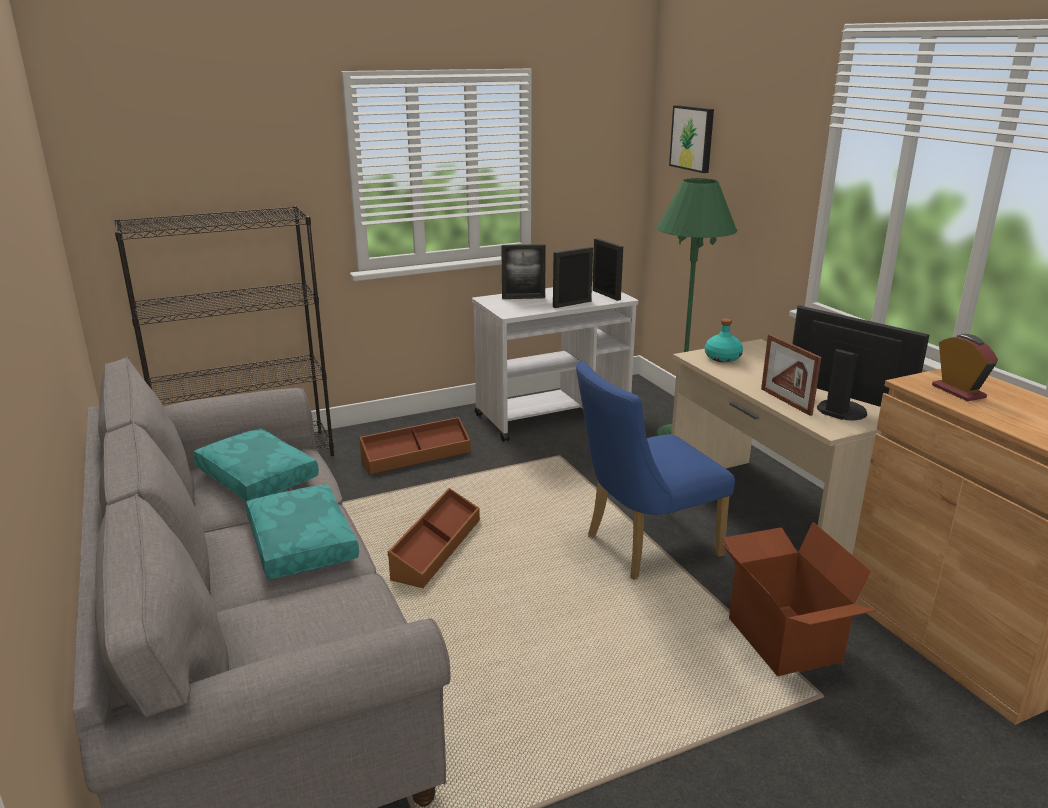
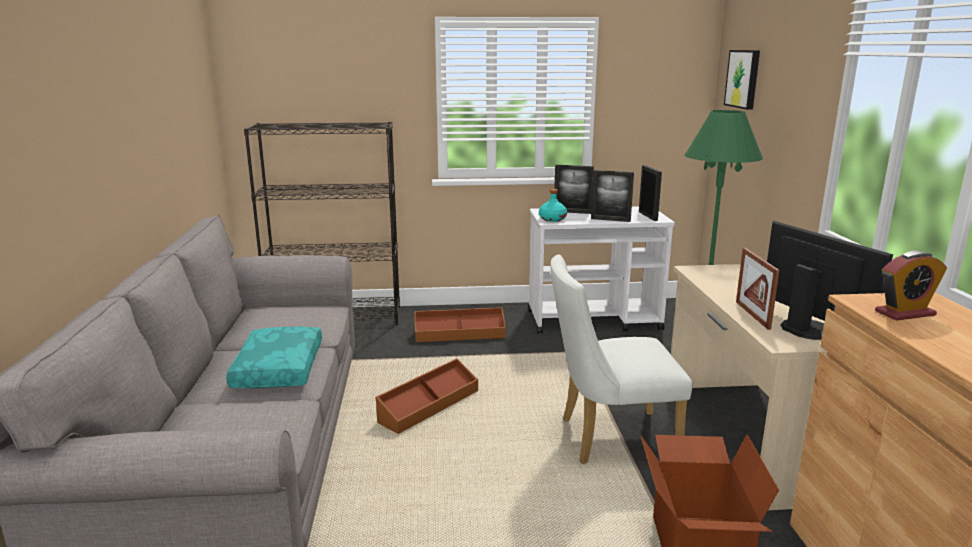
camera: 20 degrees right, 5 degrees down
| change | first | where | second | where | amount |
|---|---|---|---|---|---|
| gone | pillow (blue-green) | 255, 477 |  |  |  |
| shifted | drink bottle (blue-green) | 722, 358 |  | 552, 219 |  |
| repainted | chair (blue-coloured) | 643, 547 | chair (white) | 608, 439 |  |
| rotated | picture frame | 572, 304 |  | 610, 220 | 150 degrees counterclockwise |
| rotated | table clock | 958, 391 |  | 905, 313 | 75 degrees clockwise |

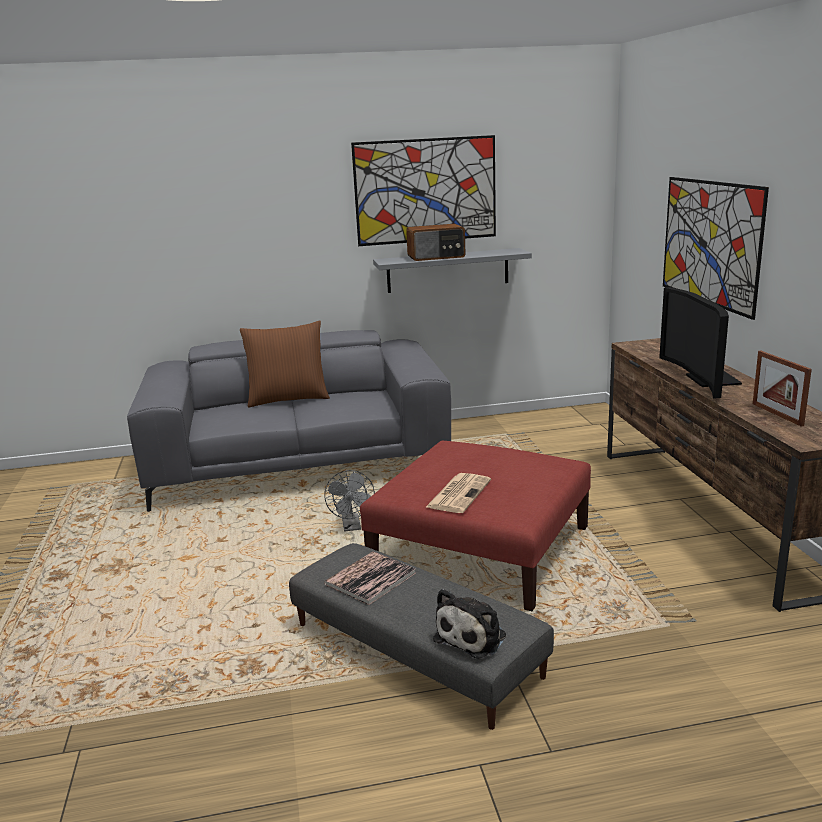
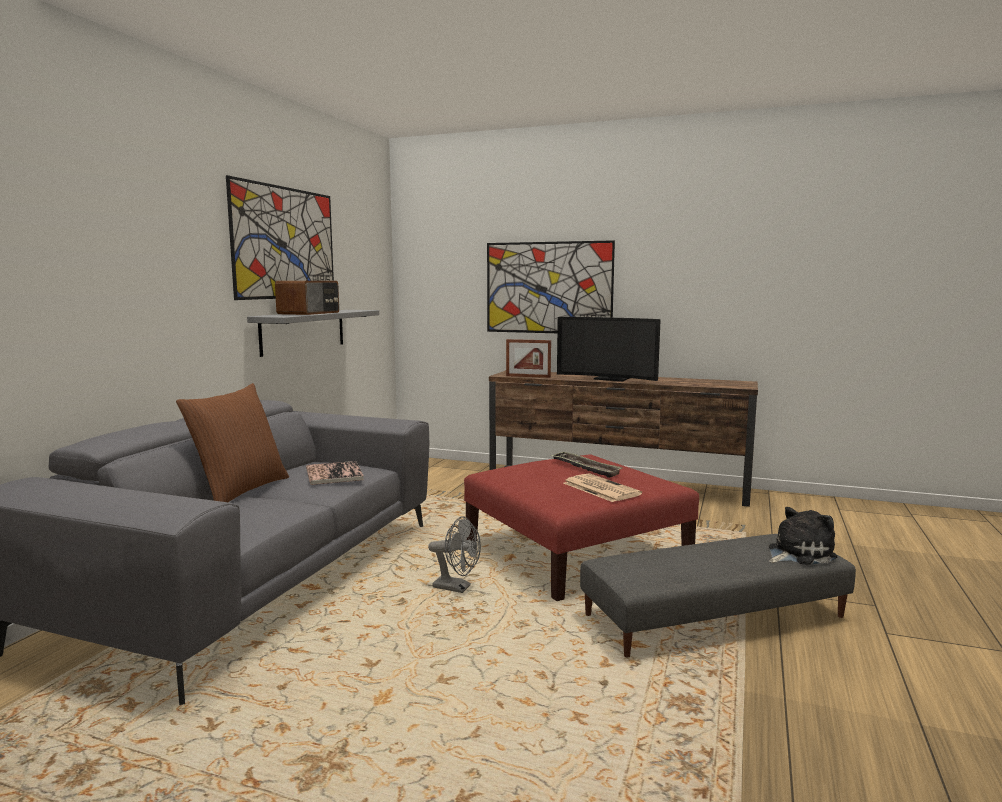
camera: 60 degrees left, 10 degrees down
| change | first | where | second | where | amount |
|---|---|---|---|---|---|
| new |  |  | tray | 585, 468 |  |
| shifted | book | 370, 578 |  | 334, 474 |  |
| shifted | picture frame | 777, 414 |  | 528, 376 |  |
| rotated | plush toy | 473, 636 |  | 798, 553 | 90 degrees counterclockwise |

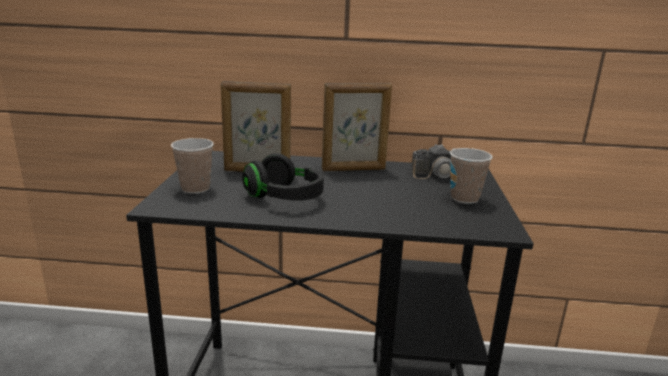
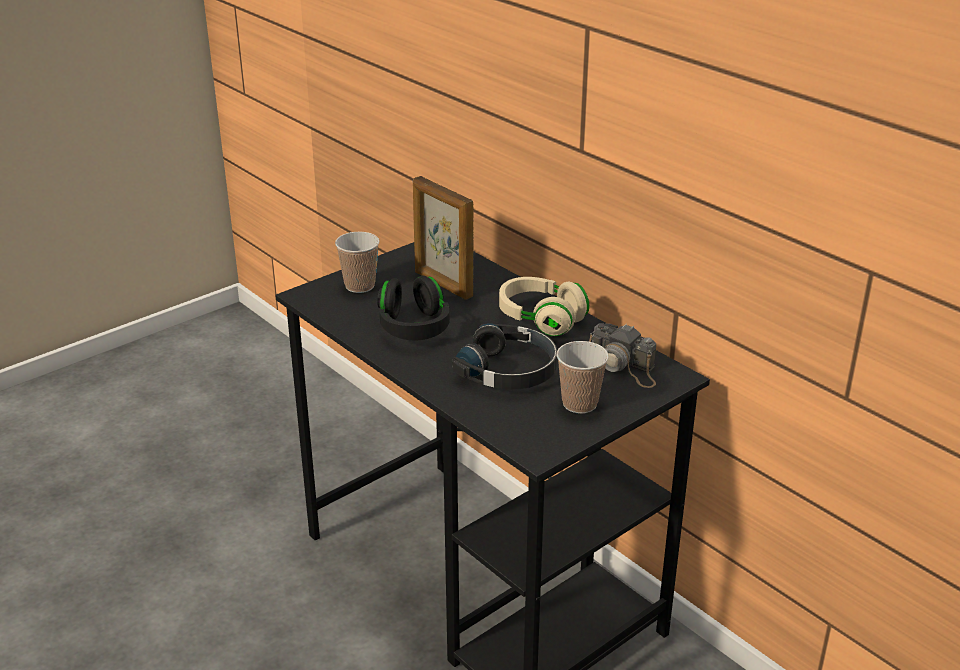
camera: 45 degrees right, 10 degrees up
| change | first | where | second | where | amount |
|---|---|---|---|---|---|
| new |  |  | headphones (black-coloured) | 509, 370 |  |
| swapped | picture frame | 354, 169 | headphones (beige) | 541, 319 |  |

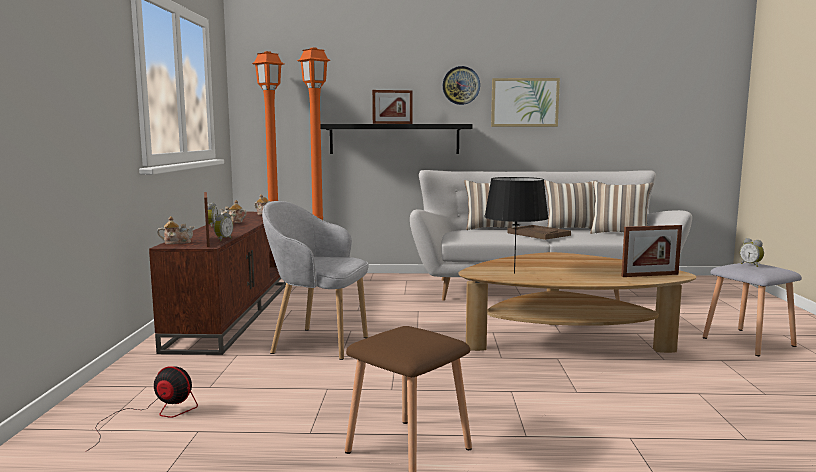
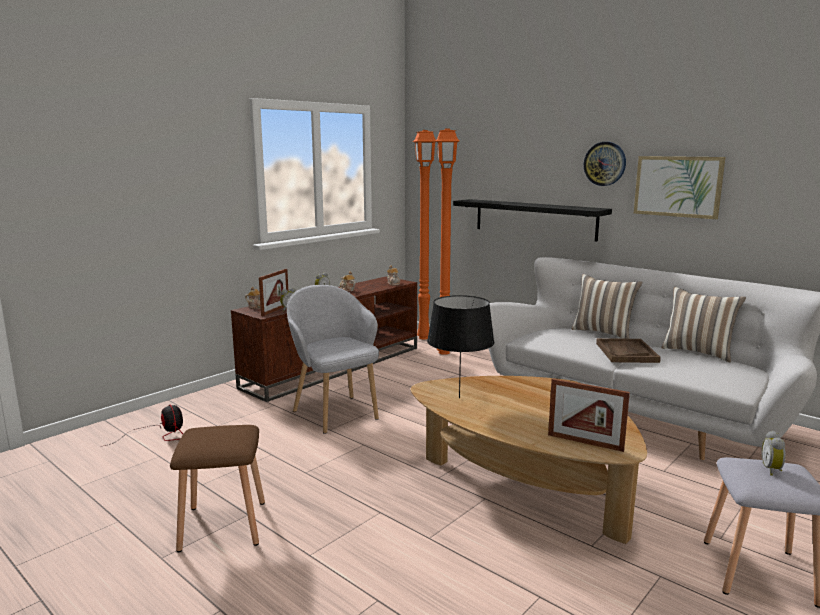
camera: 40 degrees right, 5 degrees up
| change | first | where | second | where | amount |
|---|---|---|---|---|---|
| gone | picture frame | 392, 123 |  |  |  |
| gone | pillow | 619, 233 |  |  |  |

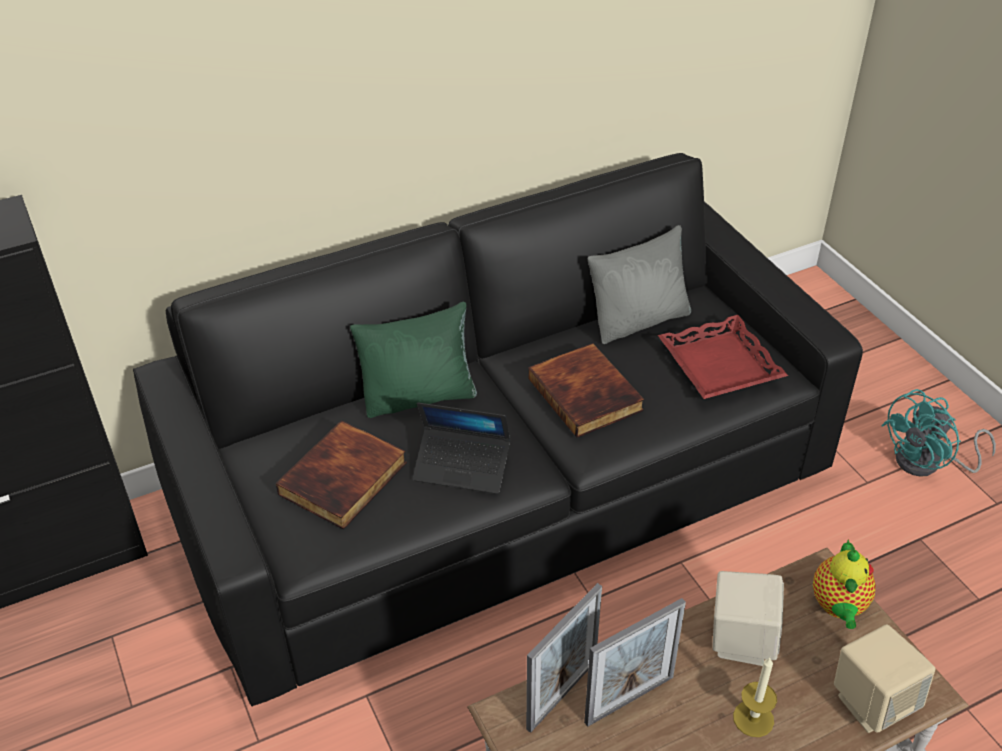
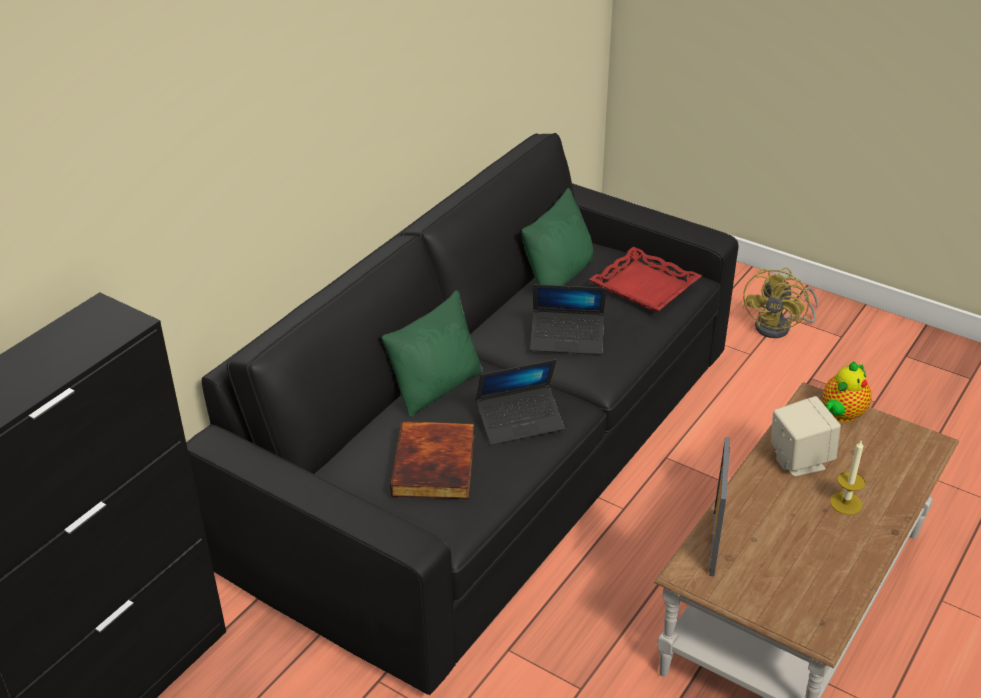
camera: 30 degrees left, 5 degrees down
| change | first | where | second | where | amount |
|---|---|---|---|---|---|
| gone | picture frame | 629, 699 |  |  |  |
| gone | speaker (beige) | 872, 702 |  |  |  |
| swapped | book | 587, 394 | notebook computer | 567, 339 |  |
| repainted | pillow (grey) | 639, 320 | pillow (green-coloured) | 558, 276 |  |
| repainted | cooling fan (blue-green) | 927, 463 | cooling fan (yellow) | 779, 327 |  |
| rotated | pot for tea | 838, 607 |  | 841, 415 | 60 degrees clockwise |

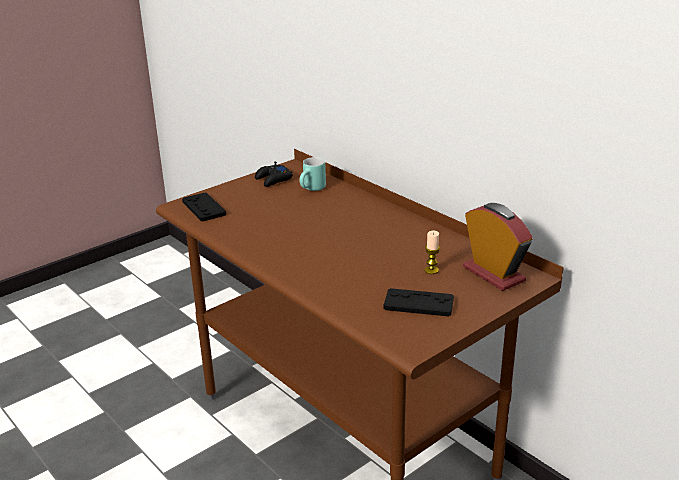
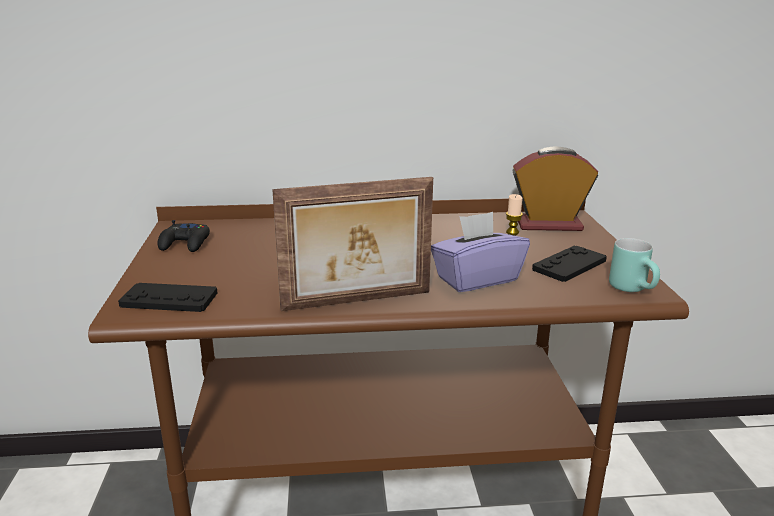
camera: 55 degrees left, 5 degrees down
| change | first | where | second | where | amount |
|---|---|---|---|---|---|
| new |  |  | picture frame | 357, 302 |  |
| new |  |  | tissue box (purplish) | 476, 279 |  |
| shifted | coffee mug (blue-green) | 313, 189 |  | 634, 289 |  |

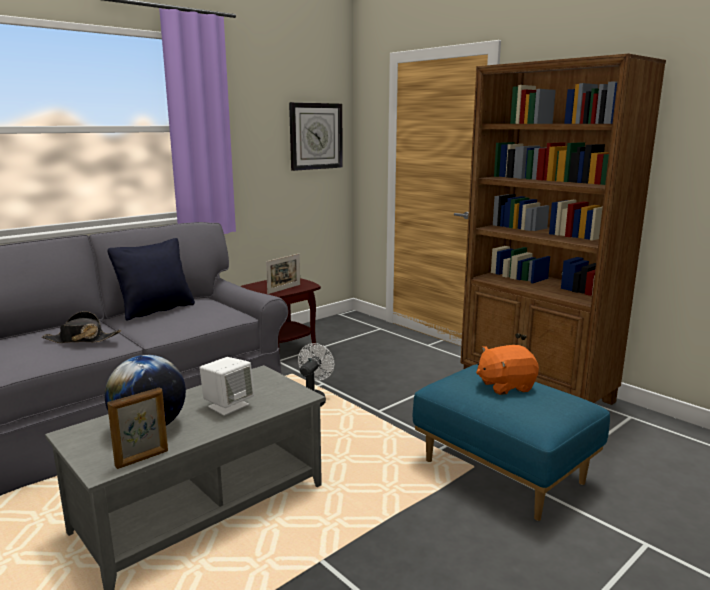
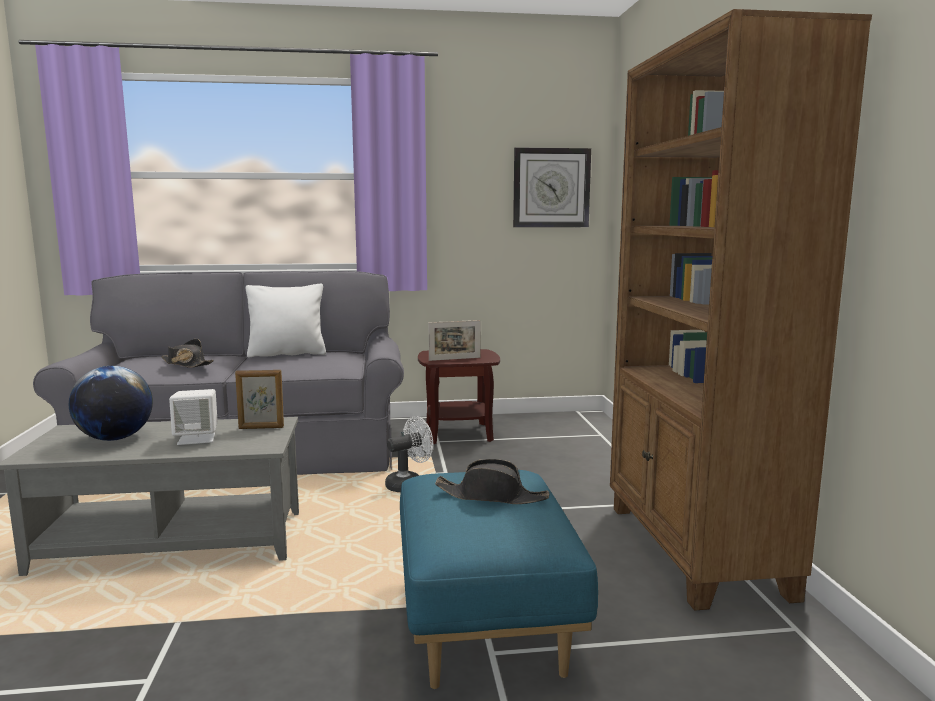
camera: 35 degrees right, 5 degrees down
| change | first | where | second | where | amount |
|---|---|---|---|---|---|
| shifted | picture frame | 142, 459 |  | 261, 428 |  |
| swapped | plush toy (orangey) | 505, 386 | hat (black-coloured) | 492, 496 |  |
| repainted | pillow (black-coloured) | 156, 310 | pillow (white) | 287, 354 |  |

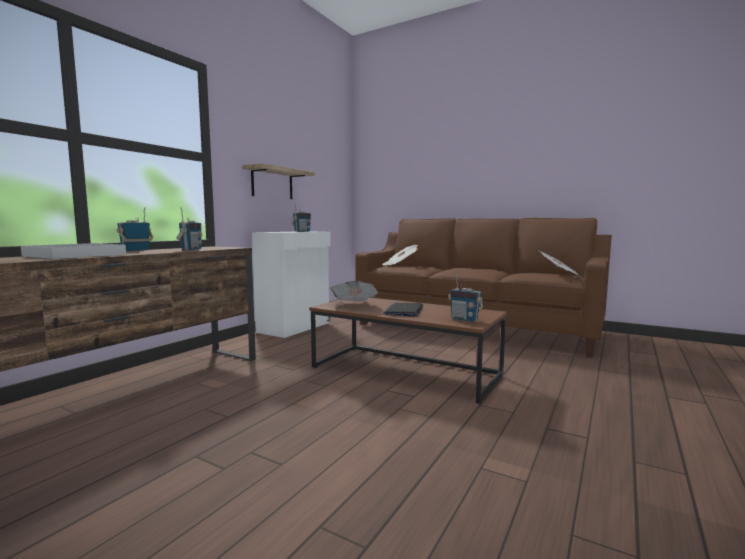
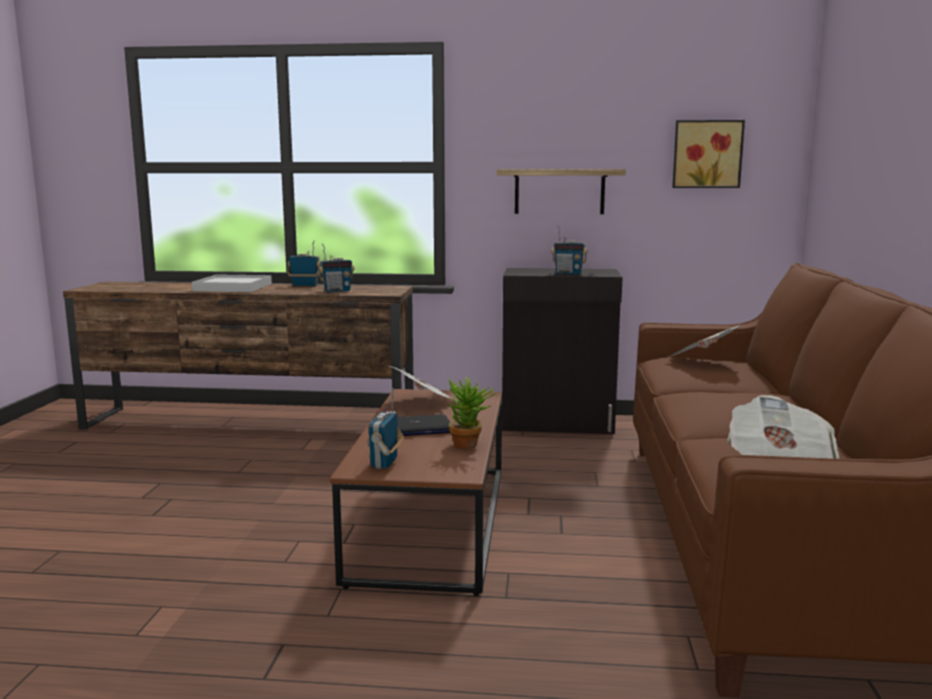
camera: 65 degrees right, 5 degrees up
| change | first | where | second | where | amount |
|---|---|---|---|---|---|
| new |  |  | houseplant | 470, 445 |  |
| new |  |  | wall art | 707, 154 |  |
| repainted | cupboard (white) | 295, 327 | cupboard (black-coloured) | 558, 423 |  |

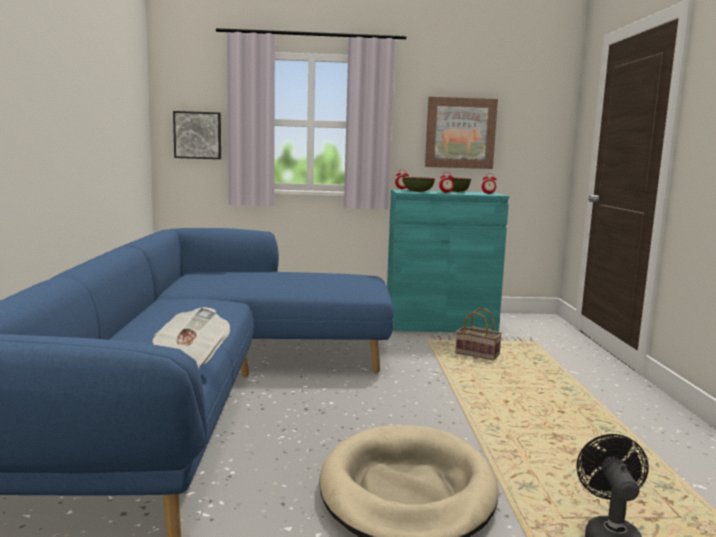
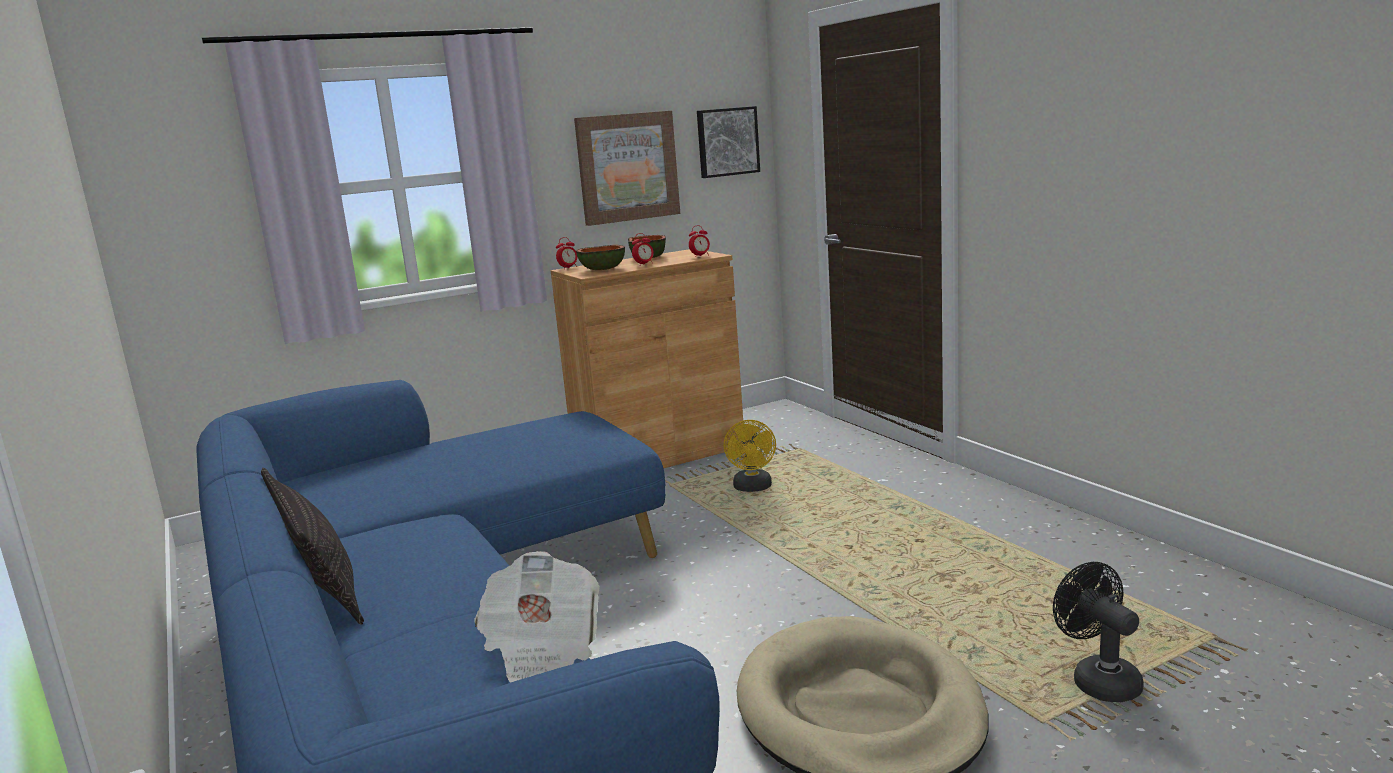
camera: 25 degrees left, 5 degrees up
| change | first | where | second | where | amount |
|---|---|---|---|---|---|
| new |  |  | pillow | 320, 585 |  |
| shifted | wall art | 198, 135 |  | 727, 142 |  |
| swapped | household basket | 478, 354 | cooling fan (yellow) | 753, 488 |  |
| repainted | cupboard (blue-green) | 440, 324 | cupboard (brownish) | 659, 454 |  |

